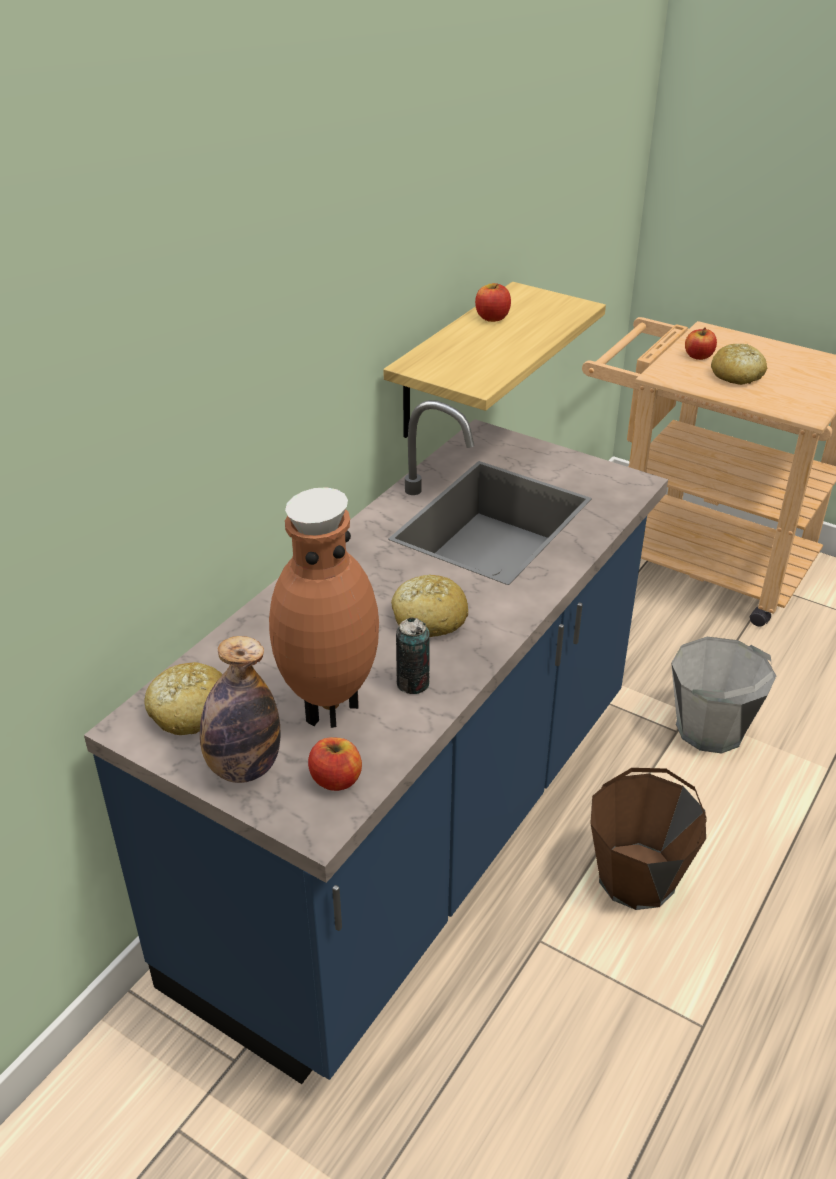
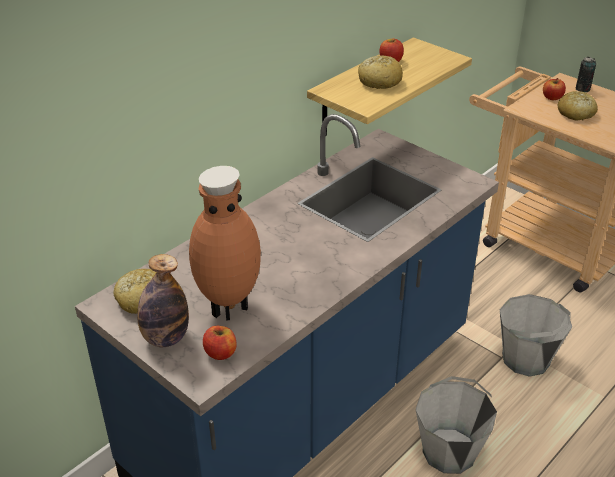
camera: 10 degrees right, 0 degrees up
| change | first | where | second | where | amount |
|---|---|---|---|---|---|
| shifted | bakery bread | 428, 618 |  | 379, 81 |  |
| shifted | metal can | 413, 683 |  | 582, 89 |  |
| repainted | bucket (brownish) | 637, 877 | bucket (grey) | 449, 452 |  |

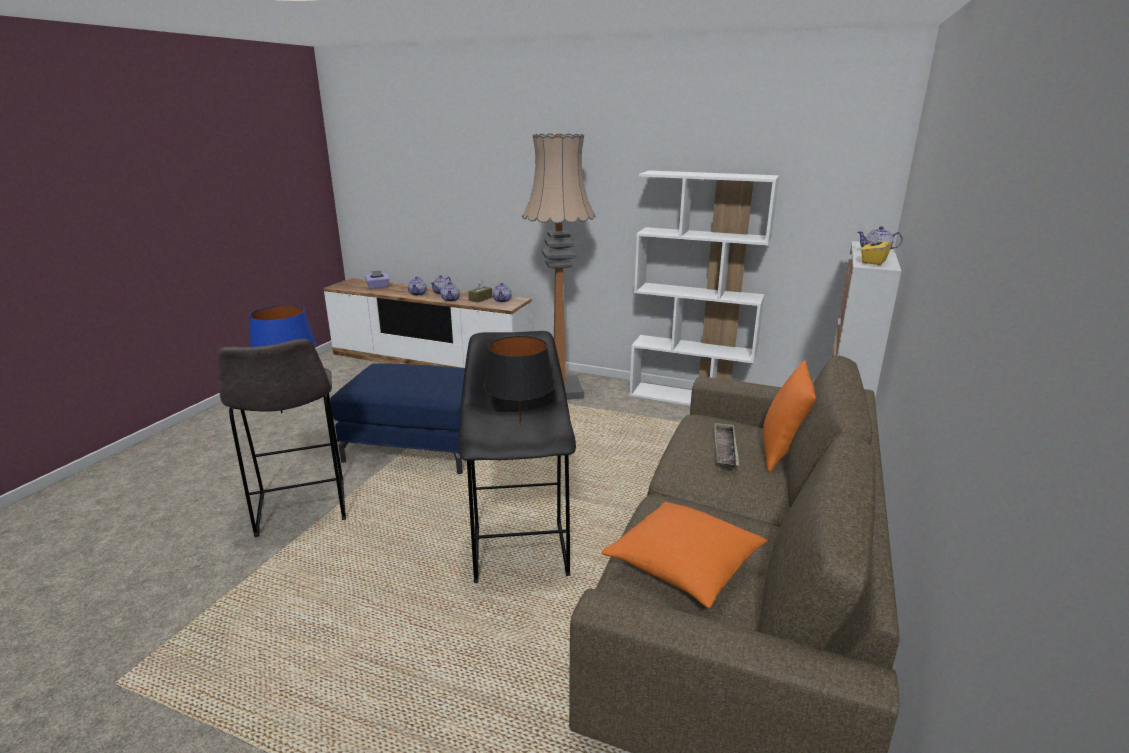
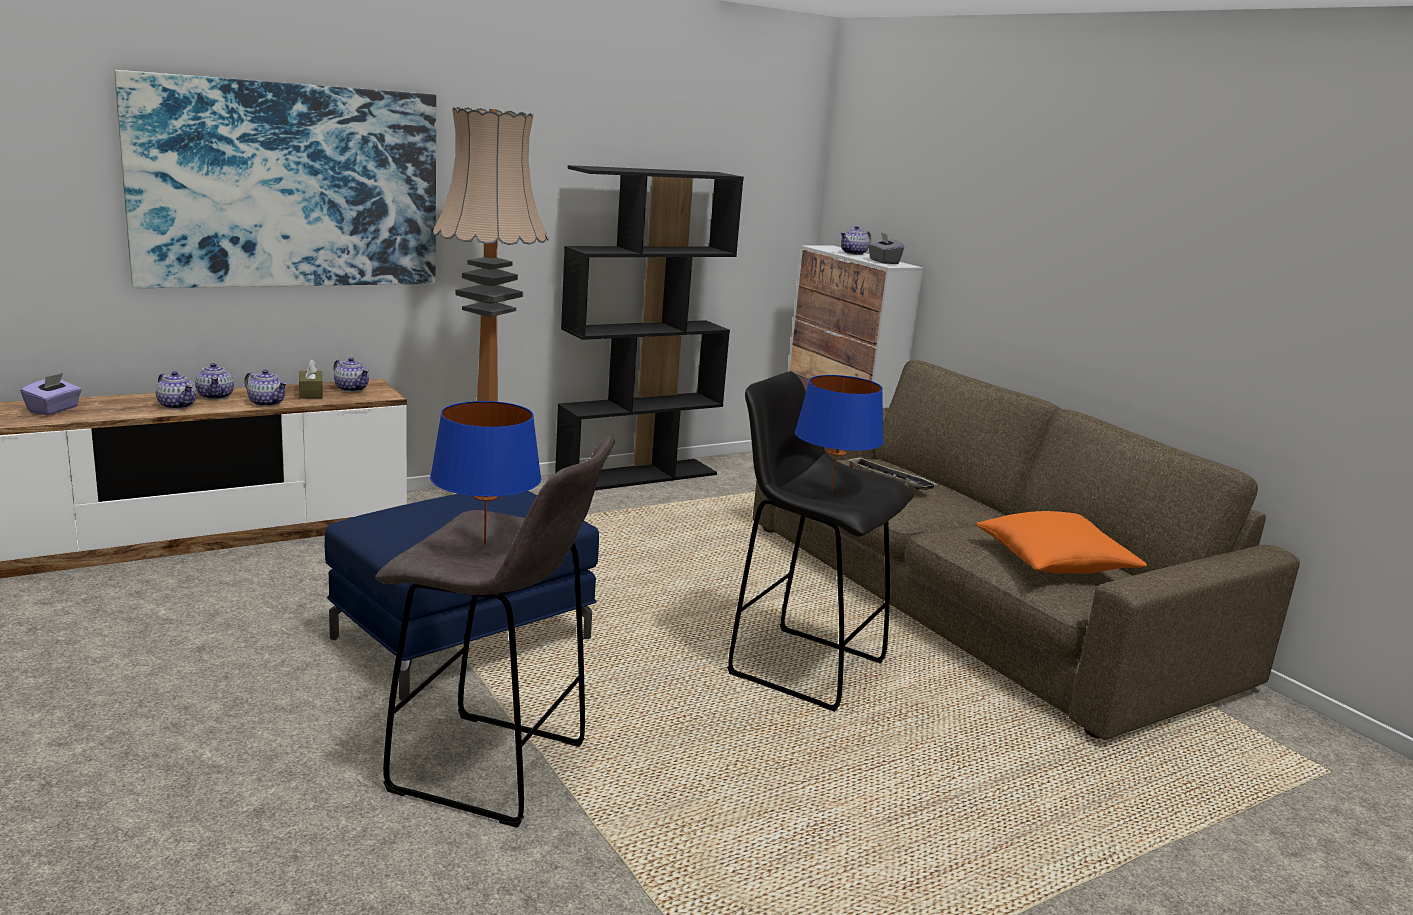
camera: 55 degrees left, 5 degrees down
| change | first | where | second | where | amount |
|---|---|---|---|---|---|
| gone | pillow (orangey) | 782, 452 |  |  |  |
| new |  |  | wall art | 288, 186 |  |
| repainted | table lamp (black-coloured) | 520, 426 | table lamp (blue-coloured) | 832, 491 |  |
| repainted | shelving unit (white) | 690, 398 | shelving unit (black-coloured) | 637, 475 |  |
| repainted | tissue box (yellow) | 873, 261 | tissue box (grey) | 883, 262 |  |

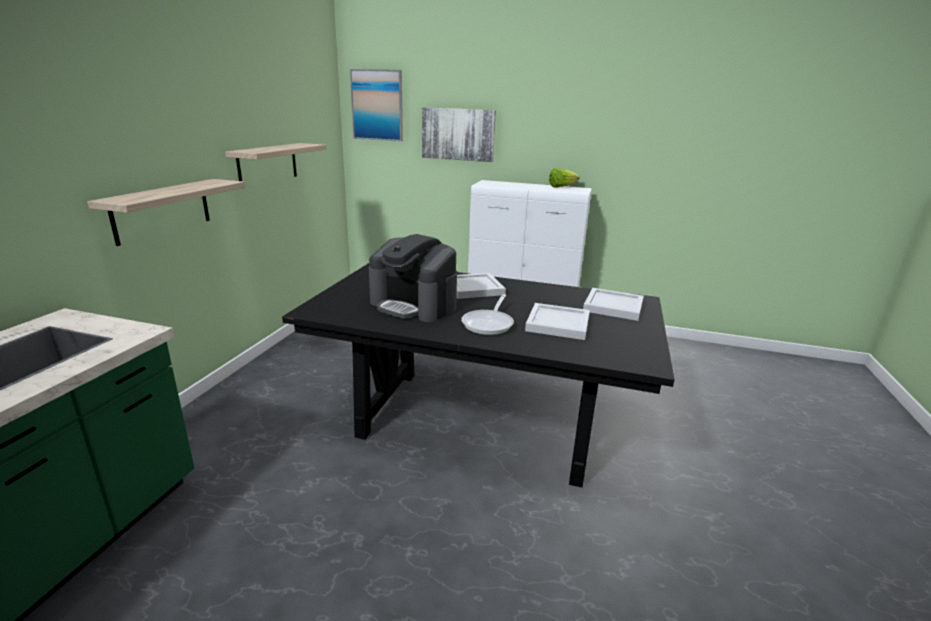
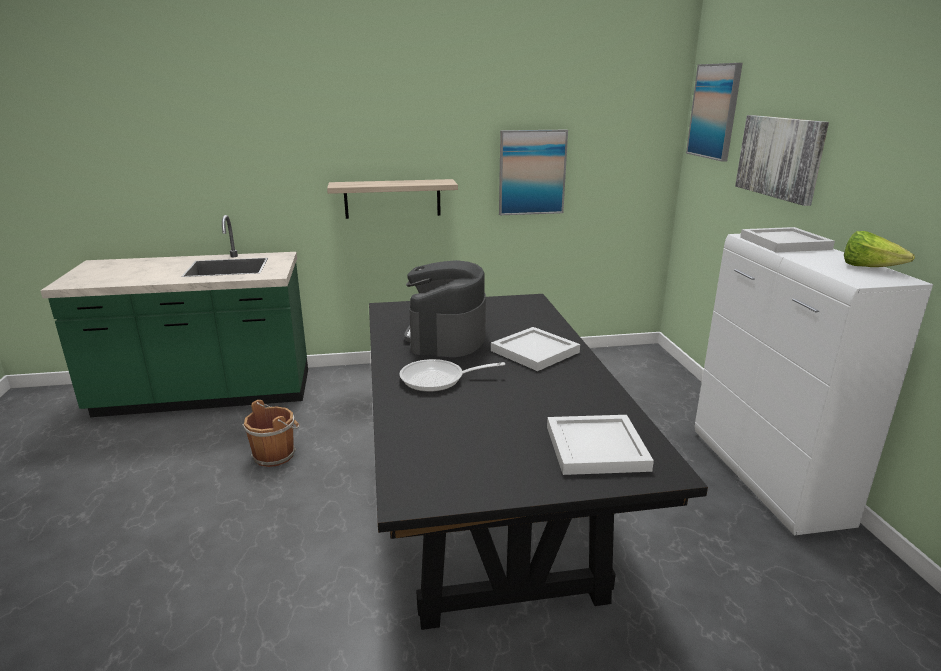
camera: 65 degrees right, 0 degrees up
| change | first | where | second | where | amount |
|---|---|---|---|---|---|
| new |  |  | bucket (brownish) | 276, 454 |  |
| shifted | tray (white) | 557, 323 |  | 785, 243 |  |
| swapped | bracket shelf | 268, 164 | wall art | 532, 172 |  |

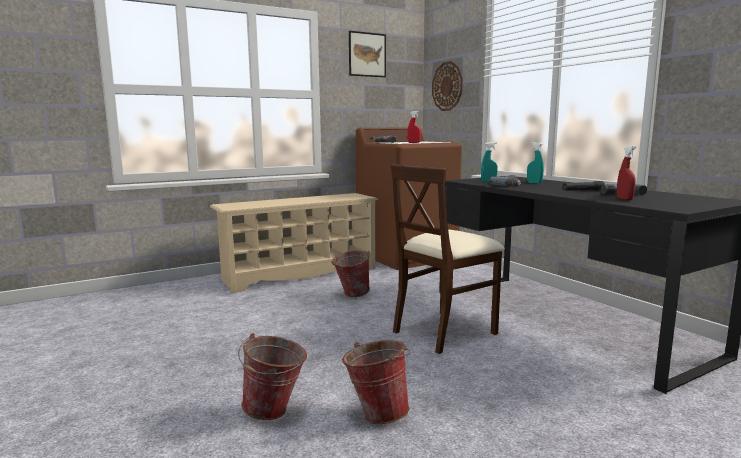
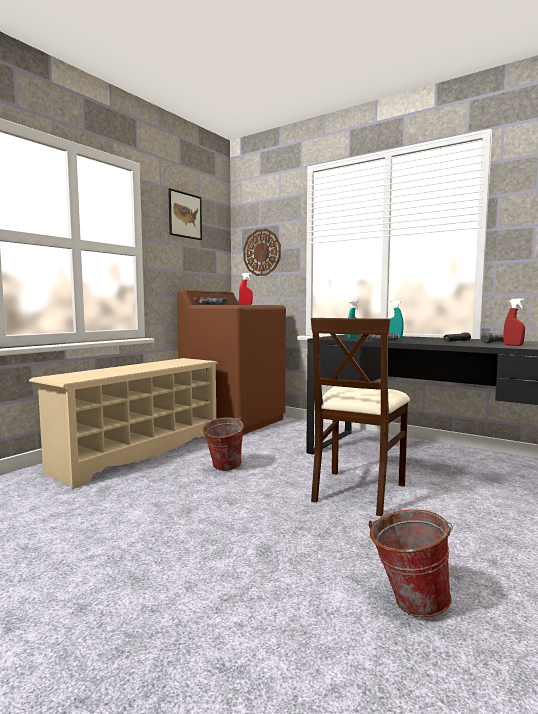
camera: 25 degrees left, 5 degrees down
| change | first | where | second | where | amount |
|---|---|---|---|---|---|
| gone | bucket | 275, 412 |  |  |  |

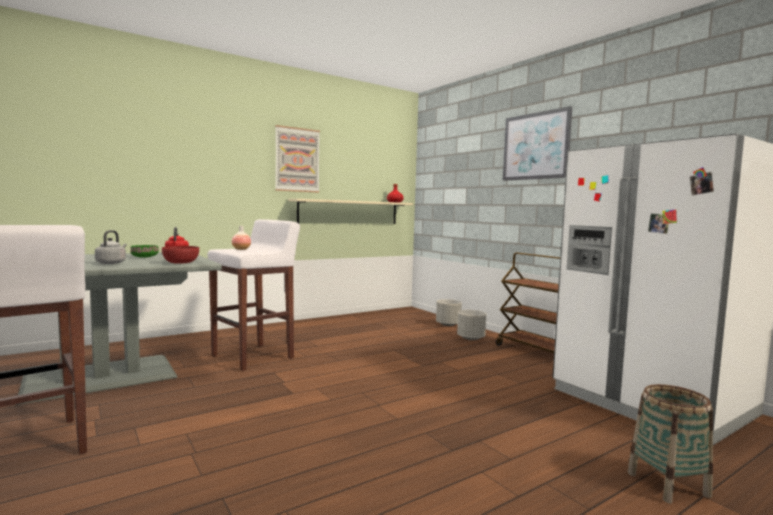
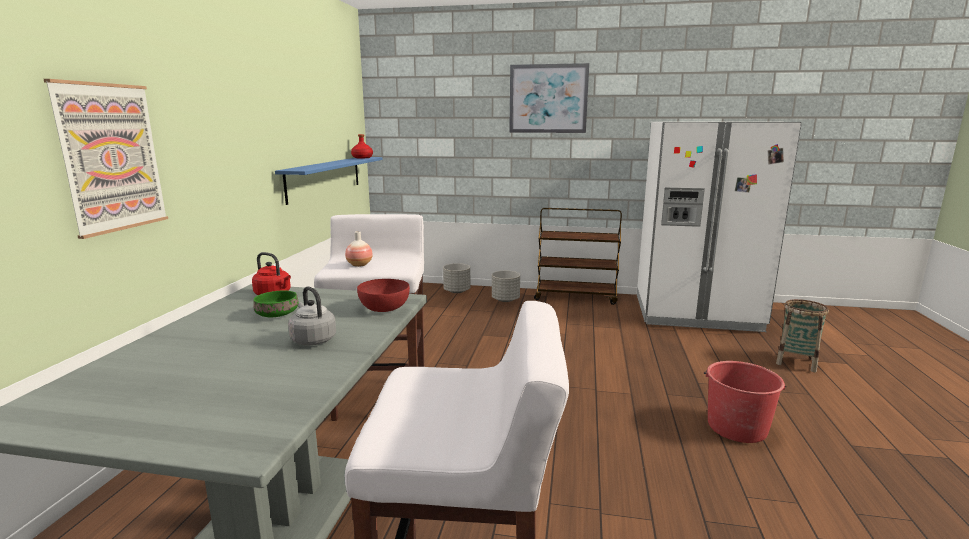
camera: 45 degrees left, 10 degrees up
| change | first | where | second | where | amount |
|---|---|---|---|---|---|
| new |  |  | bucket (red-coloured) | 736, 427 |  |
| shifted | wall art | 297, 160 |  | 111, 158 |  |
| repainted | bracket shelf (beige) | 349, 212 | bracket shelf (blue-coloured) | 325, 178 |  |

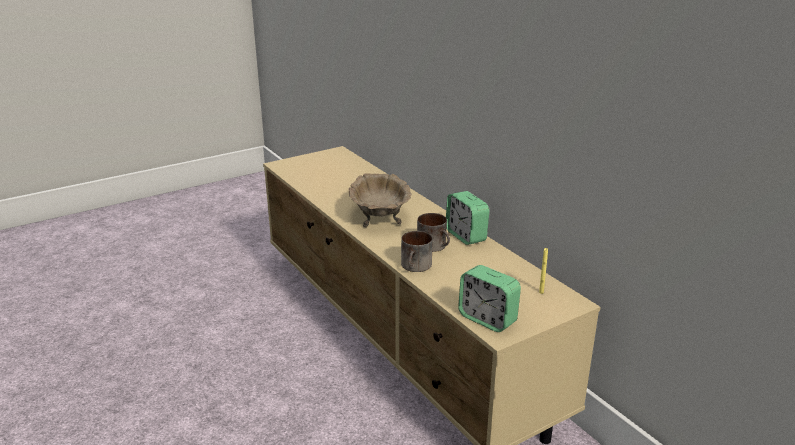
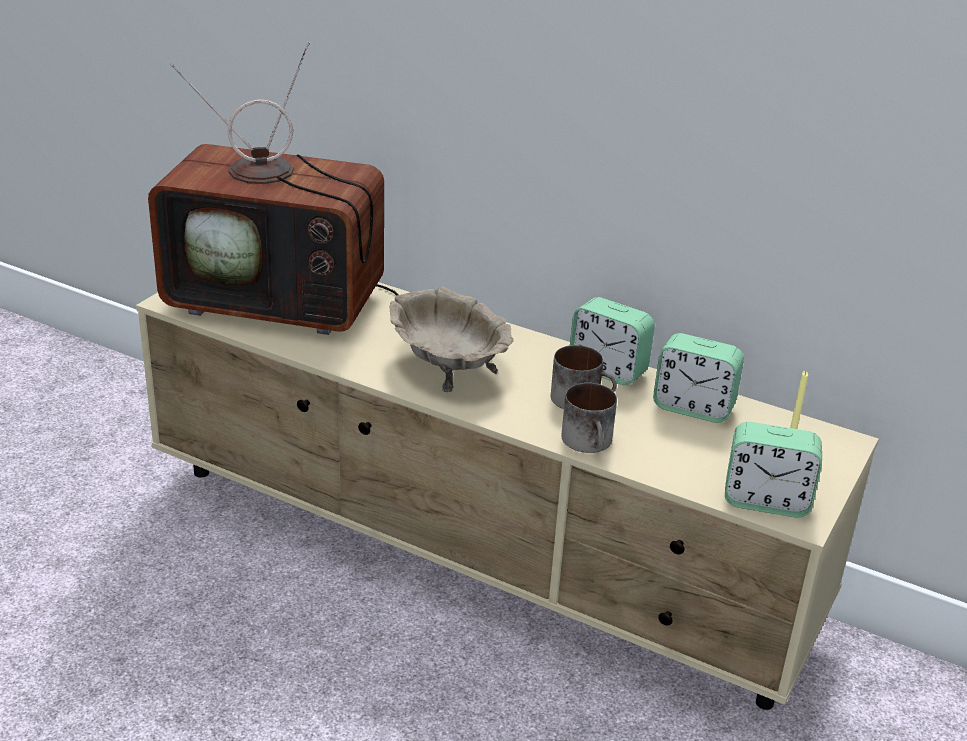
camera: 30 degrees left, 5 degrees up
| change | first | where | second | where | amount |
|---|---|---|---|---|---|
| new |  |  | TV | 284, 301 |  |
| new |  |  | table clock | 693, 407 |  |

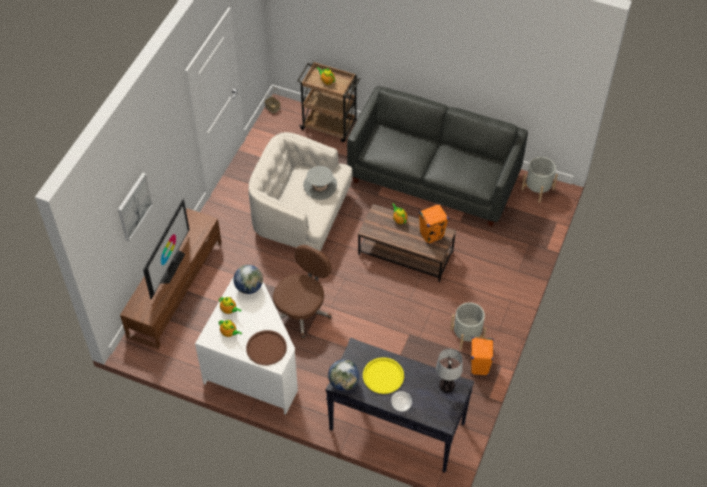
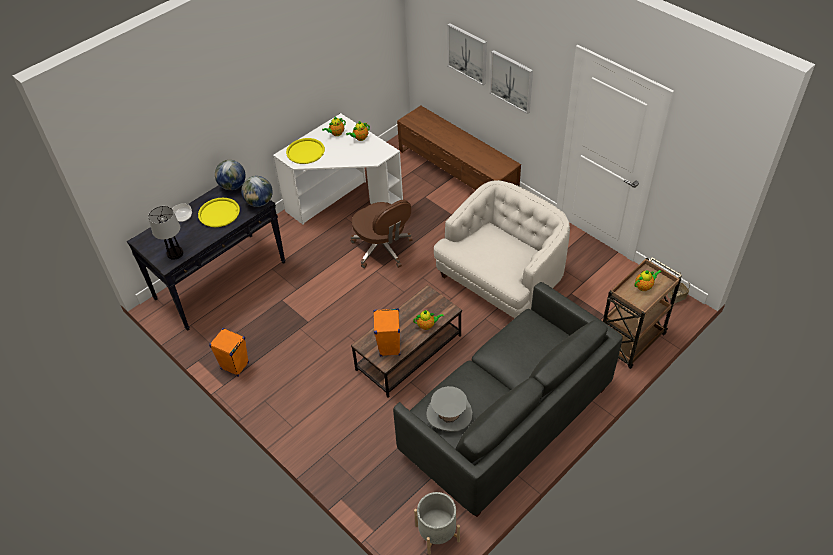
camera: 115 degrees right, 5 degrees down
| change | first | where | second | where | amount |
|---|---|---|---|---|---|
| gone | TV | 169, 266 |  |  |  |
| gone | flower pot (grey) | 467, 335 |  |  |  |
| new |  |  | wall art | 511, 81 |  |
| shifted | desk globe | 249, 287 |  | 259, 202 |  |
| shifted | hat (grey) | 320, 186 |  | 449, 414 |  |
| repainted | tray (brownish) | 266, 348 | tray (yellow) | 305, 151 |  |

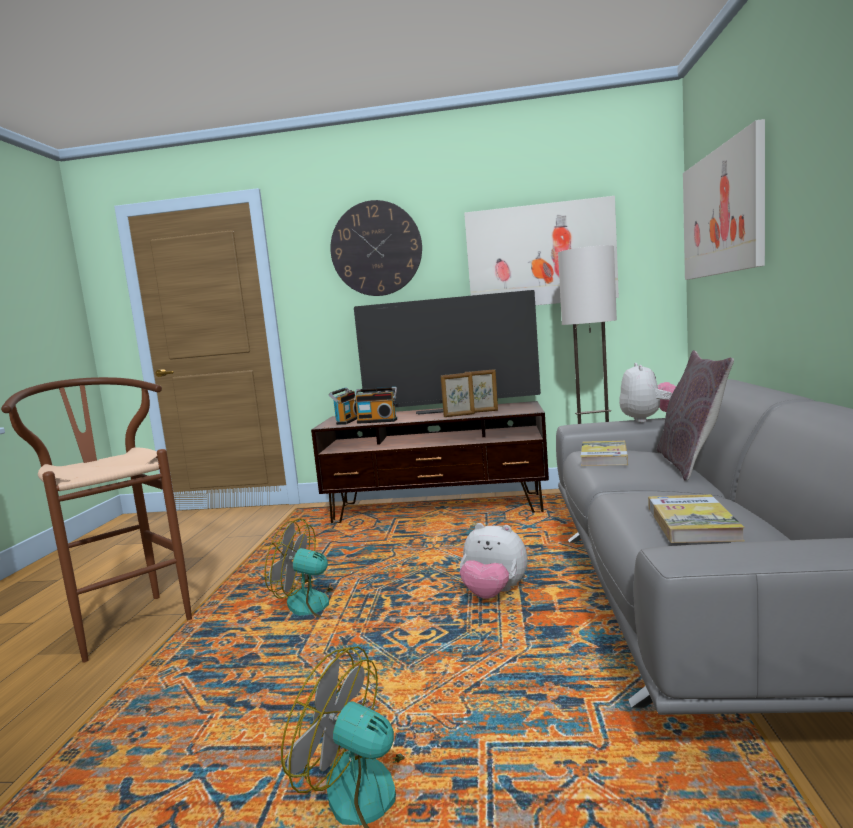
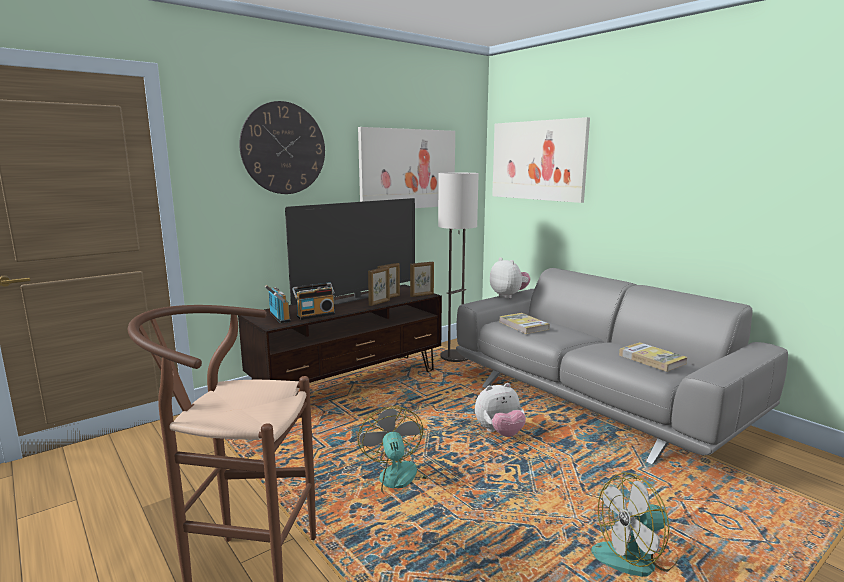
camera: 45 degrees left, 5 degrees up
| change | first | where | second | where | amount |
|---|---|---|---|---|---|
| gone | pillow (grey) | 691, 464 |  |  |  |
| new |  |  | picture frame | 422, 295 |  |
| rotated | cooling fan | 318, 605 |  | 401, 483 | 105 degrees clockwise |

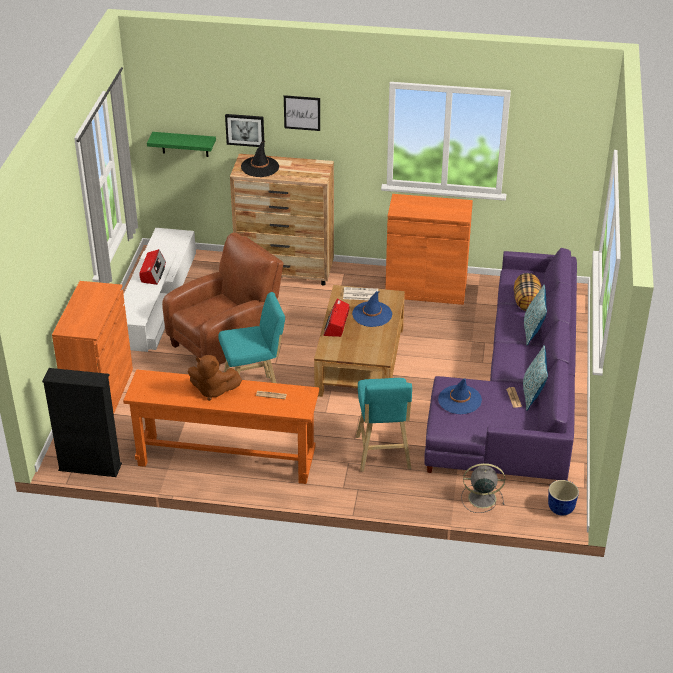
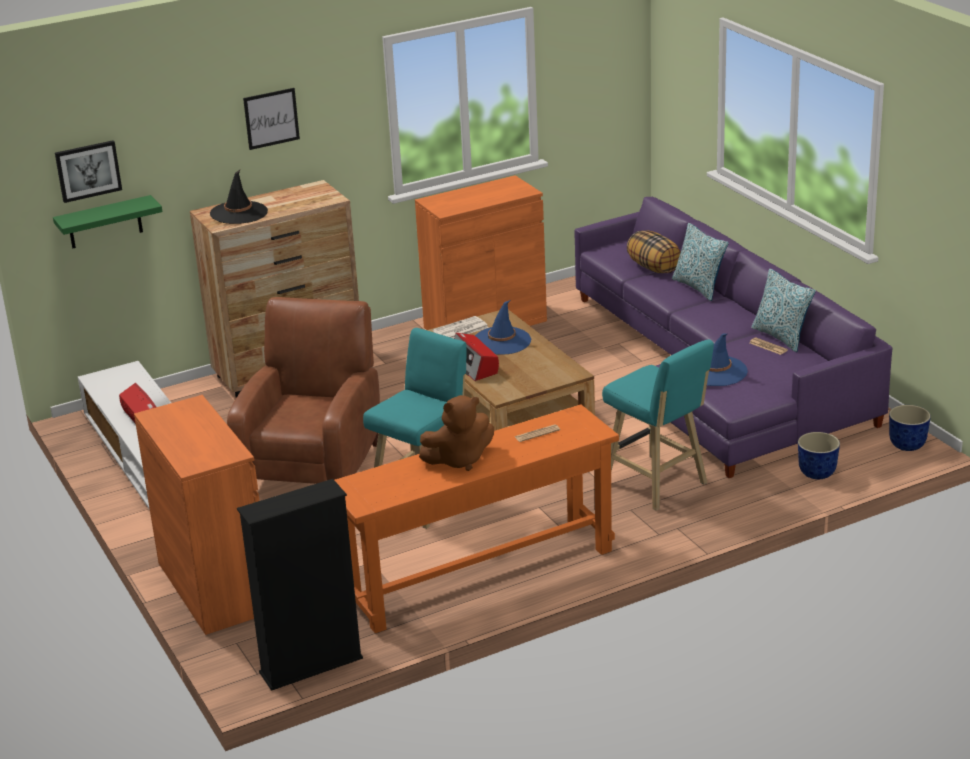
camera: 35 degrees left, 10 degrees down
| change | first | where | second | where | amount |
|---|---|---|---|---|---|
| shifted | wall art | 245, 129 |  | 88, 170 |  |
| swapped | cooling fan (grey) | 480, 498 | flower pot | 817, 474 |  |

